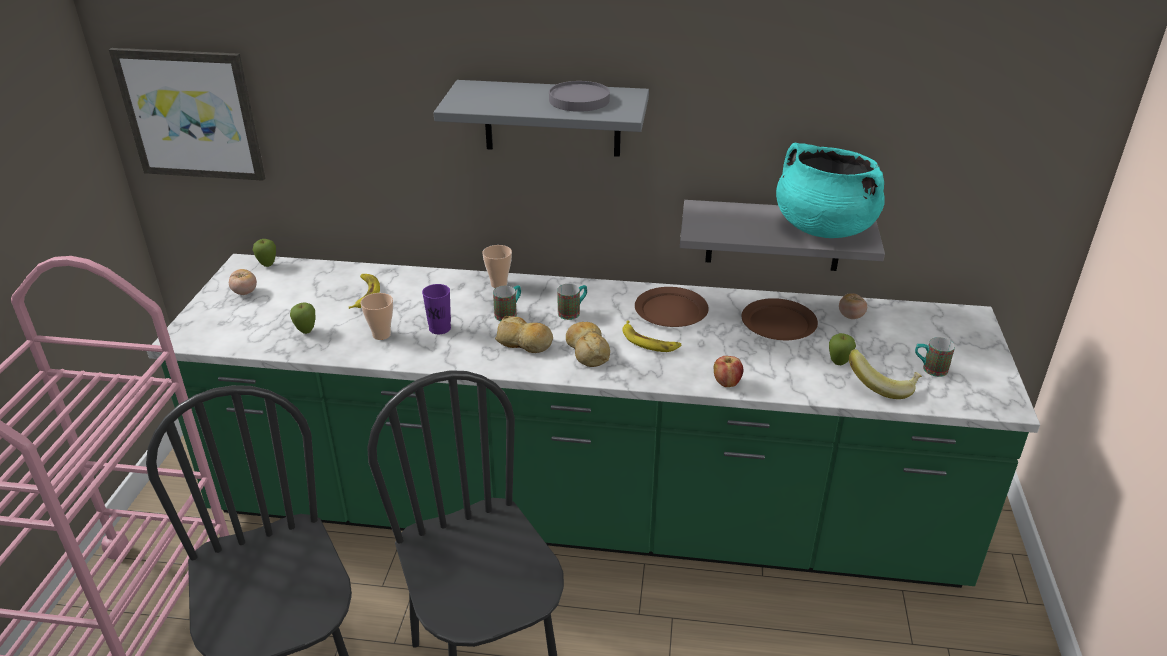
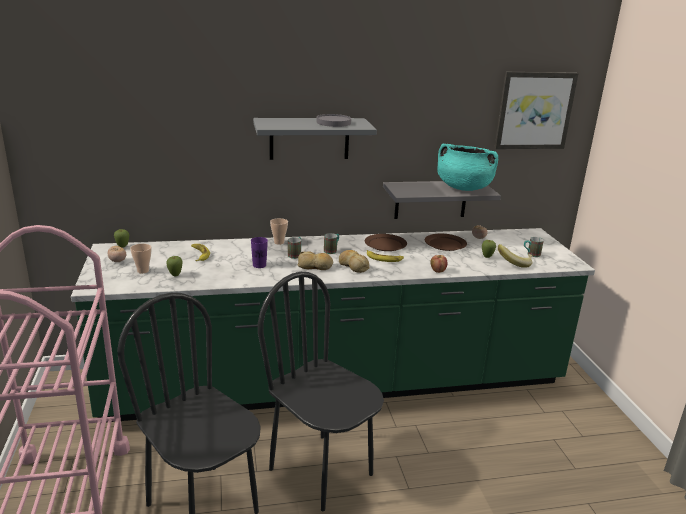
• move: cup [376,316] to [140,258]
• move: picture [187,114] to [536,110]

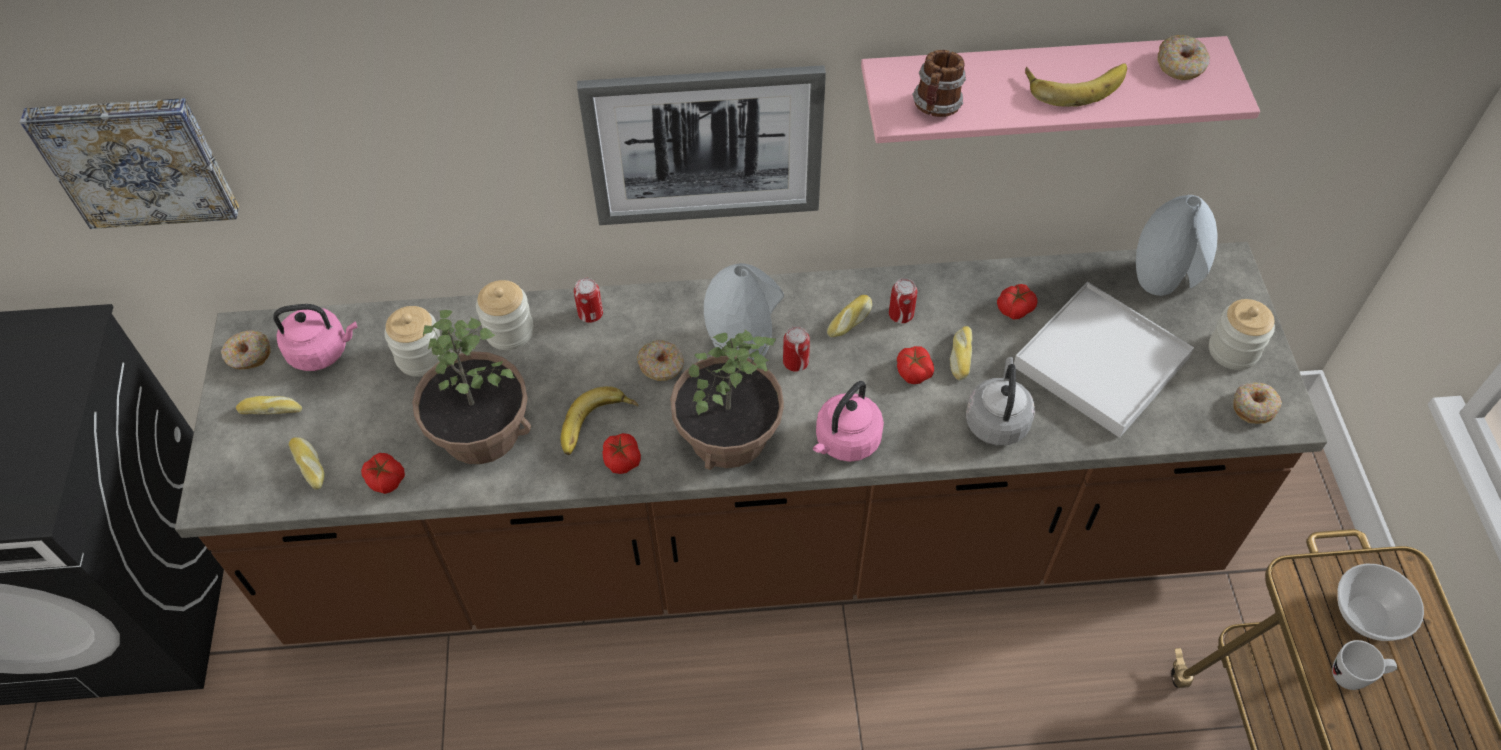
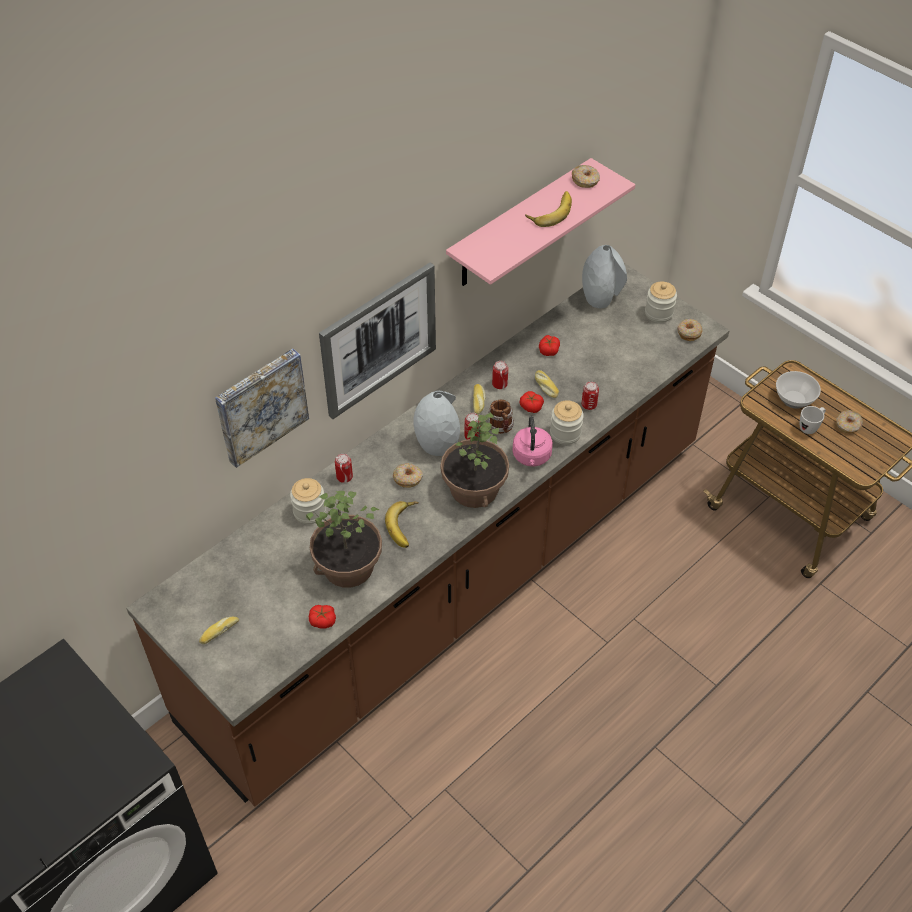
• move: picture [129,163] to [262,408]
• move: mug [939,83] to [500,417]
• move: jar [412,341] to [567,423]
• replace: grey_kettle [1000,401] to can [590,395]
• move: donut [245,349] to [849,421]
• delete: pink_kettle [315,337]
• delete: bread [307,463]
• delete: tomato [622,453]
• delete: white_tray [1104,360]

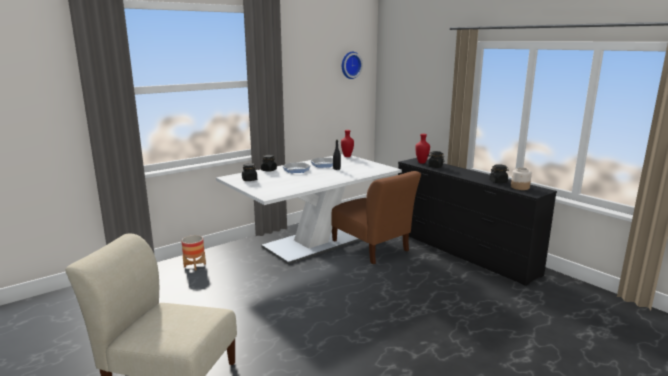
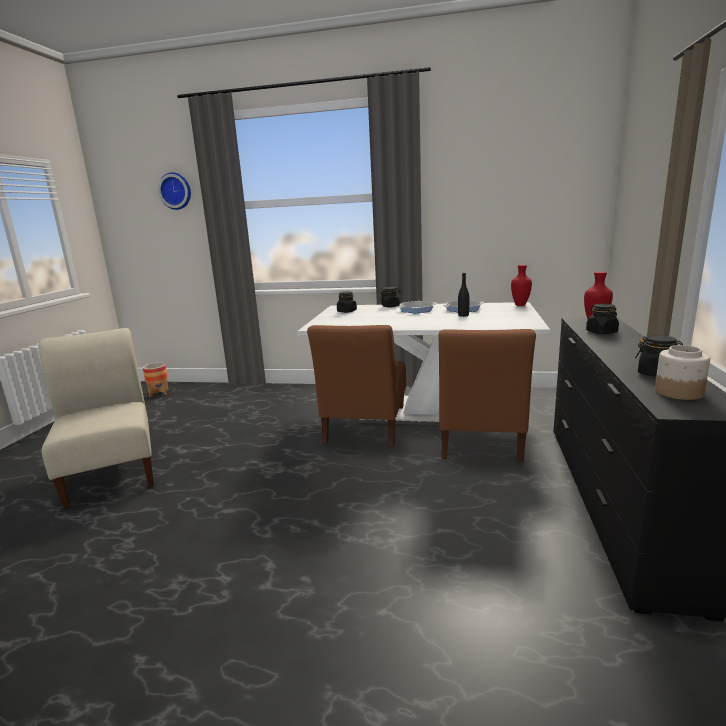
• move: planter [194,252] to [156,379]
• move: wall_clock [352,65] to [174,191]
• insert: brown_chair [356,386]

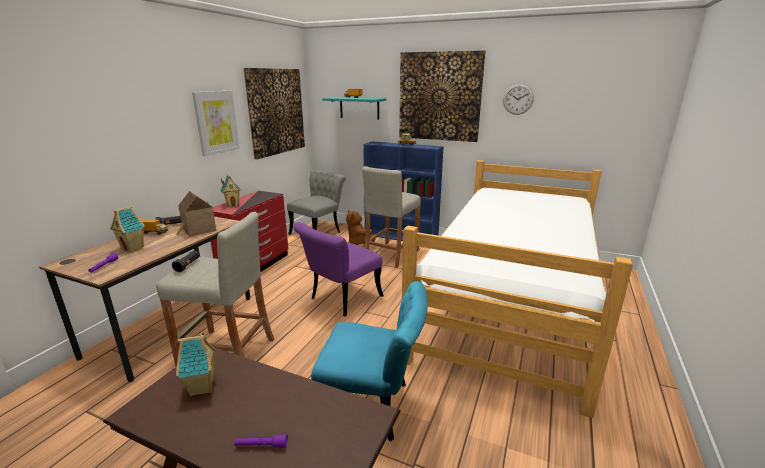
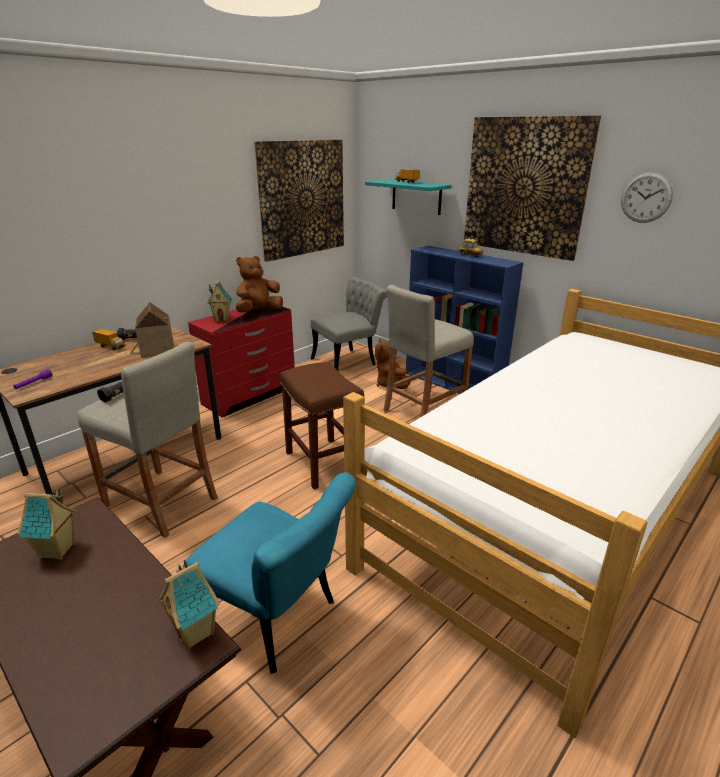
• move: toy_house [127,229] to [189,604]
• insert: brown_plush_toy [259,284]
• replace: purple_chair [338,269] to brown_stool [322,425]
• delete: picture [216,123]
• delete: purple_flashlight [261,441]

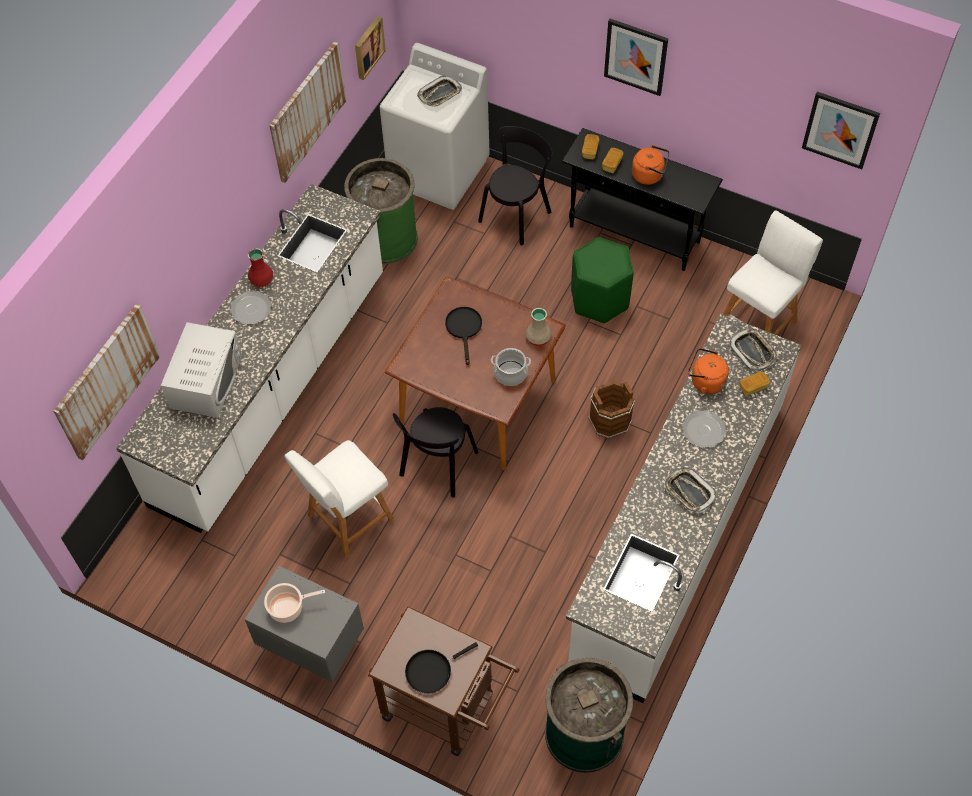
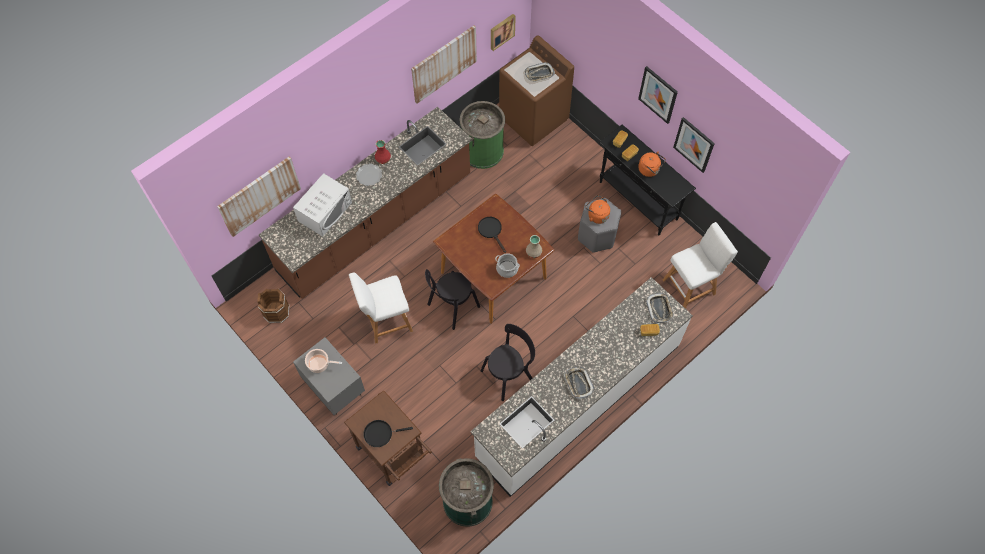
• move: brown_bucket [611,409] to [273,306]
• recolor: white_counter [249,358] to brown_counter [365,203]
• rotate: black_frying_pan [463,336] = [492,235] 45 degrees counterclockwise
• move: black_chair [515,185] to [508,362]
• recolor: white_washing_machine [434,126] to brown_washing_machine [536,90]
• recolor: green_stool [602,280] to grey_stool [599,225]
• move: orange_kettle [708,371] to [597,209]
• move: picture [841,130] to [694,145]
• delete: plate [704,429]

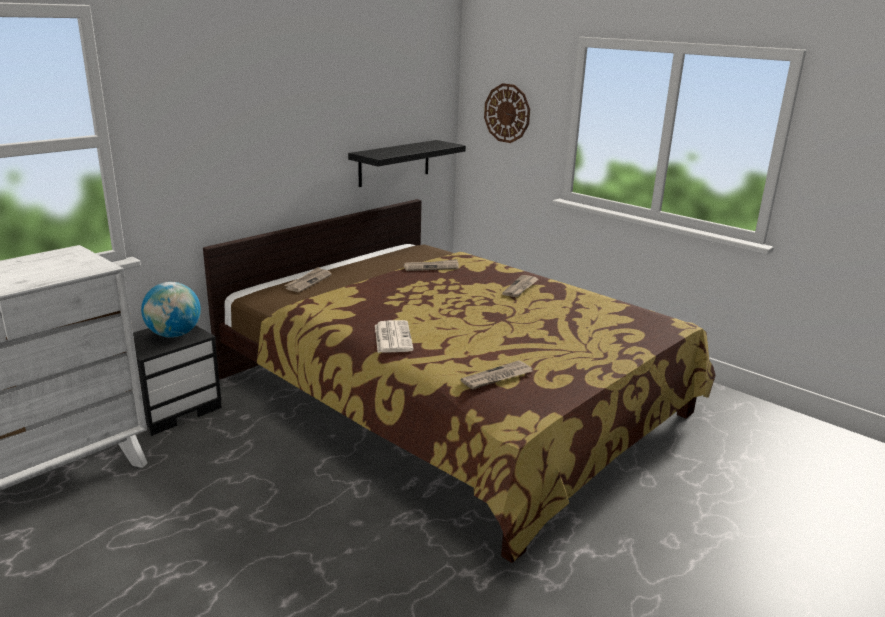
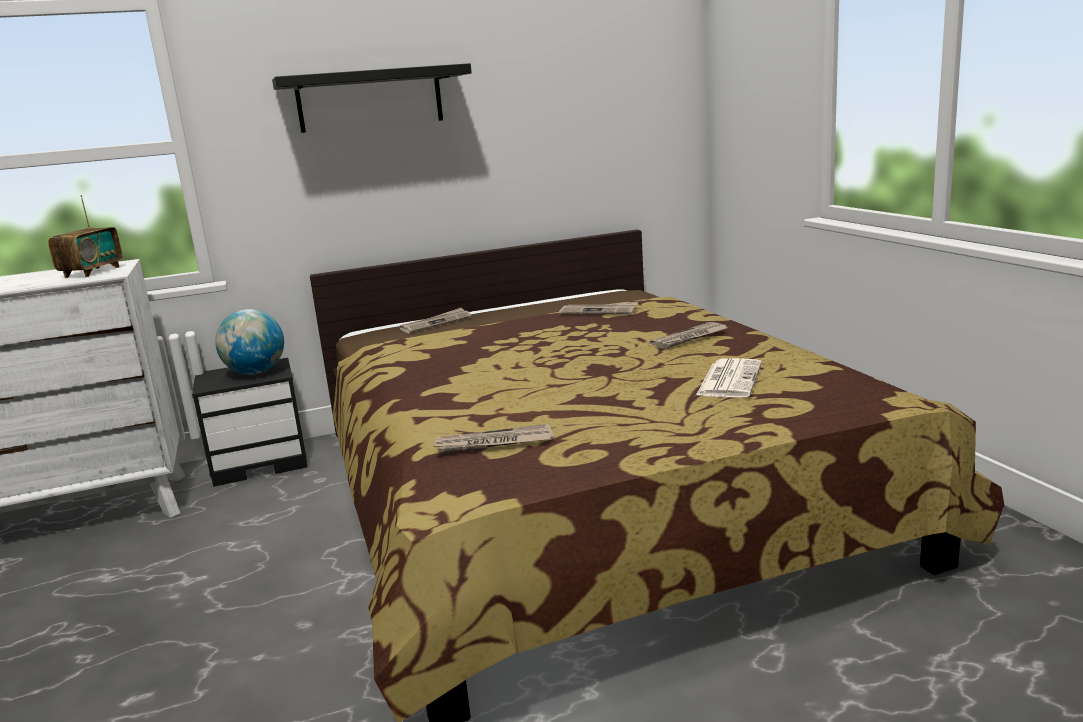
• insert: radio [85,236]
• move: black_shelf [407,163] to [372,98]
• move: newspaper [394,336] to [729,378]
• delete: wall_clock [507,113]

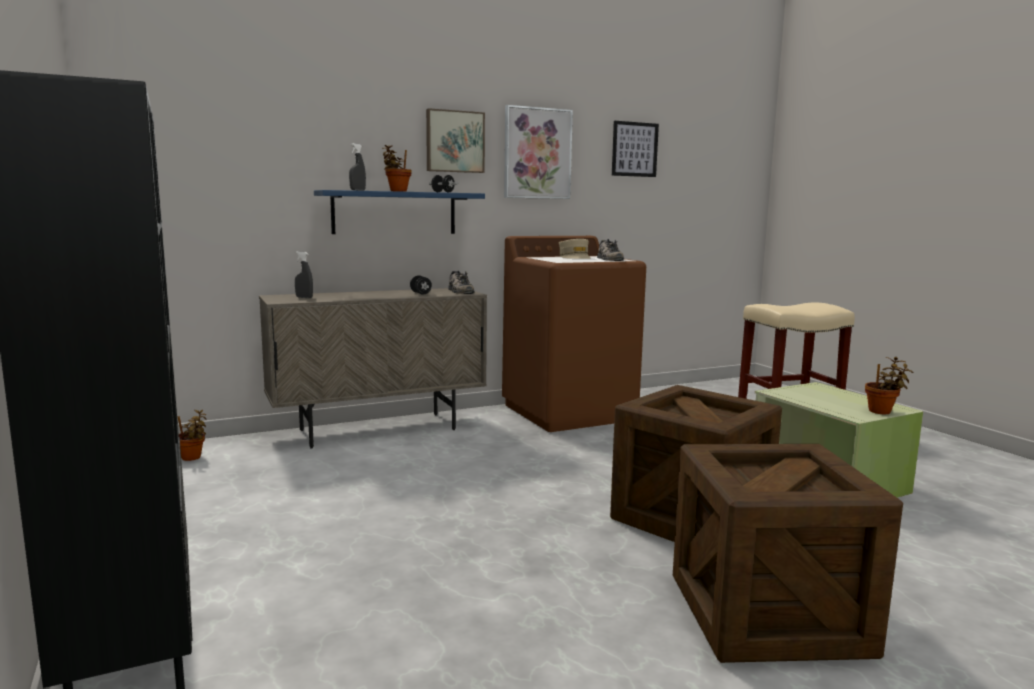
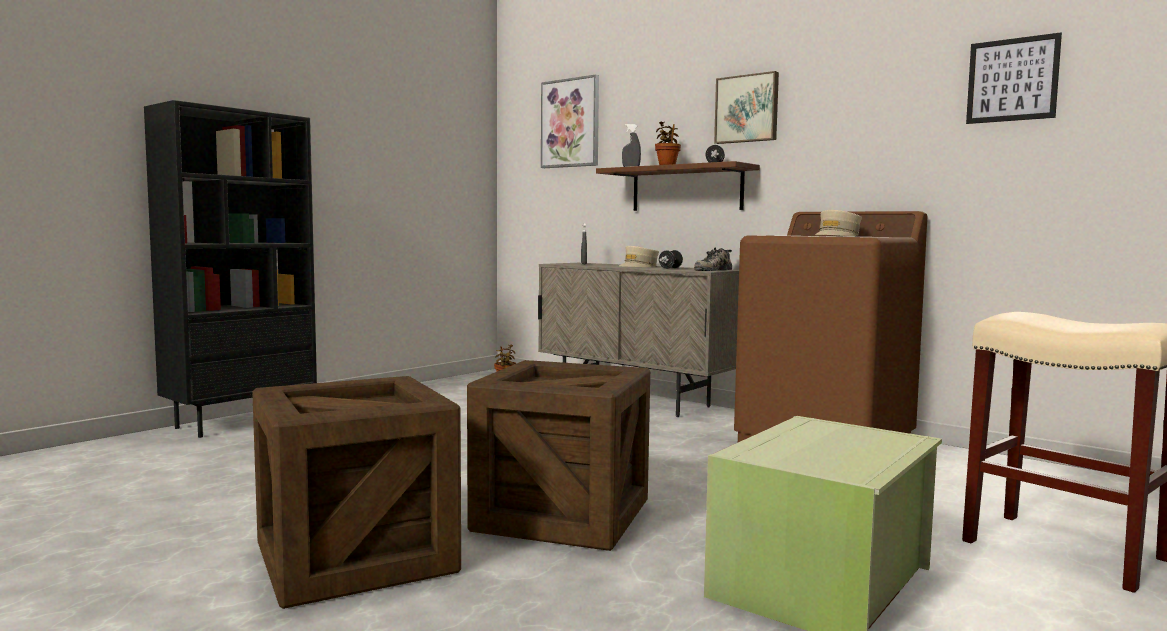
• move: picture [538,152] to [570,121]
• recolor: blue_shelf [399,212] to brown_shelf [678,186]
• insert: beige_cap [639,256]
• delete: shoe [610,250]
• delete: potted_plant [889,385]

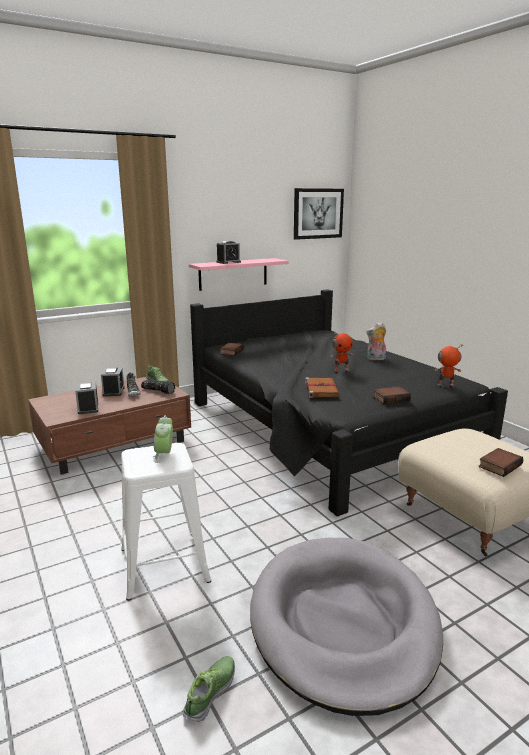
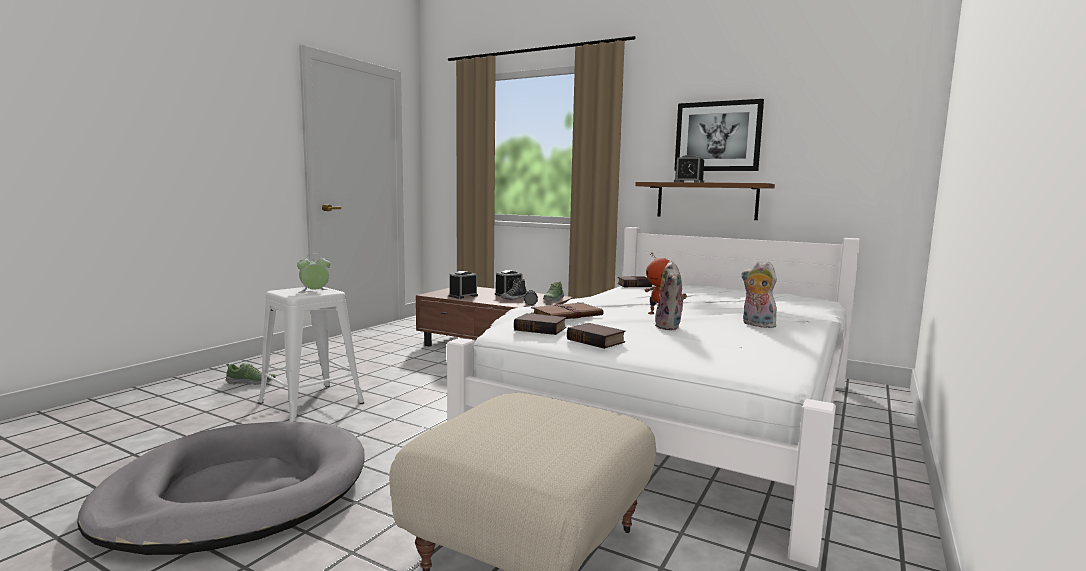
• move: shoe [209,689] to [251,374]
• recolor: black_bed [349,403] to white_bed [653,397]
• move: book [500,462] to [540,324]
• recolor: pink_shelf [239,274] to brown_shelf [705,201]
• insert: plush_toy [670,295]
• move: picture [319,214] to [719,135]
• delete: toy_robot [449,365]

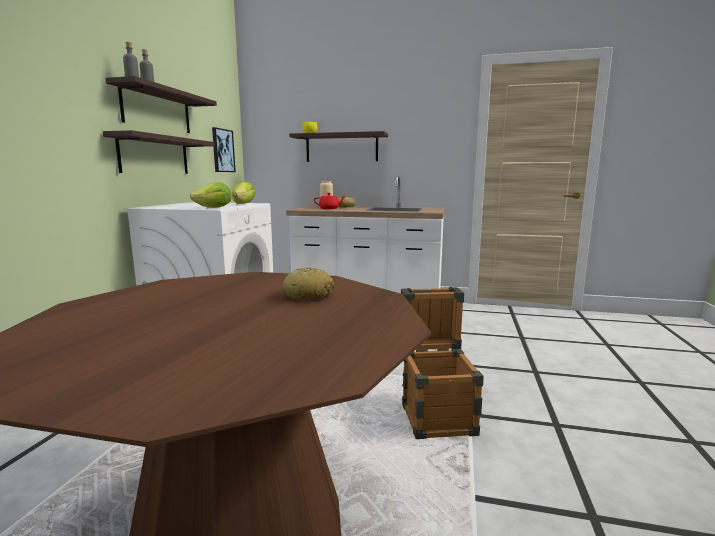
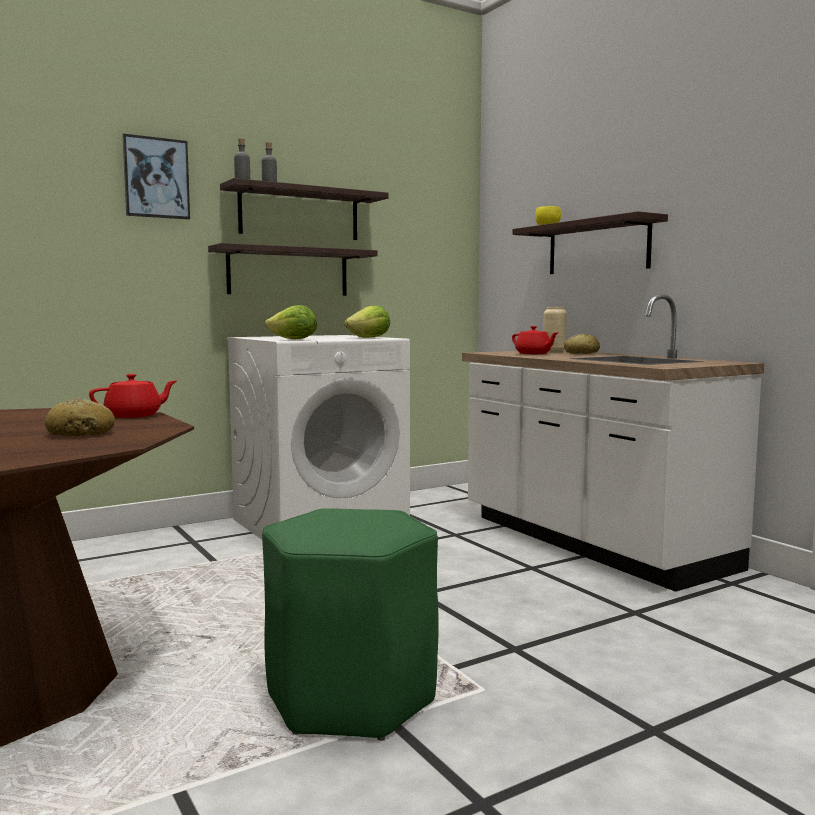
• insert: red_teapot [133,396]
• move: picture [224,149] to [156,177]
• replace: crate [442,363] to green_stool [350,624]

